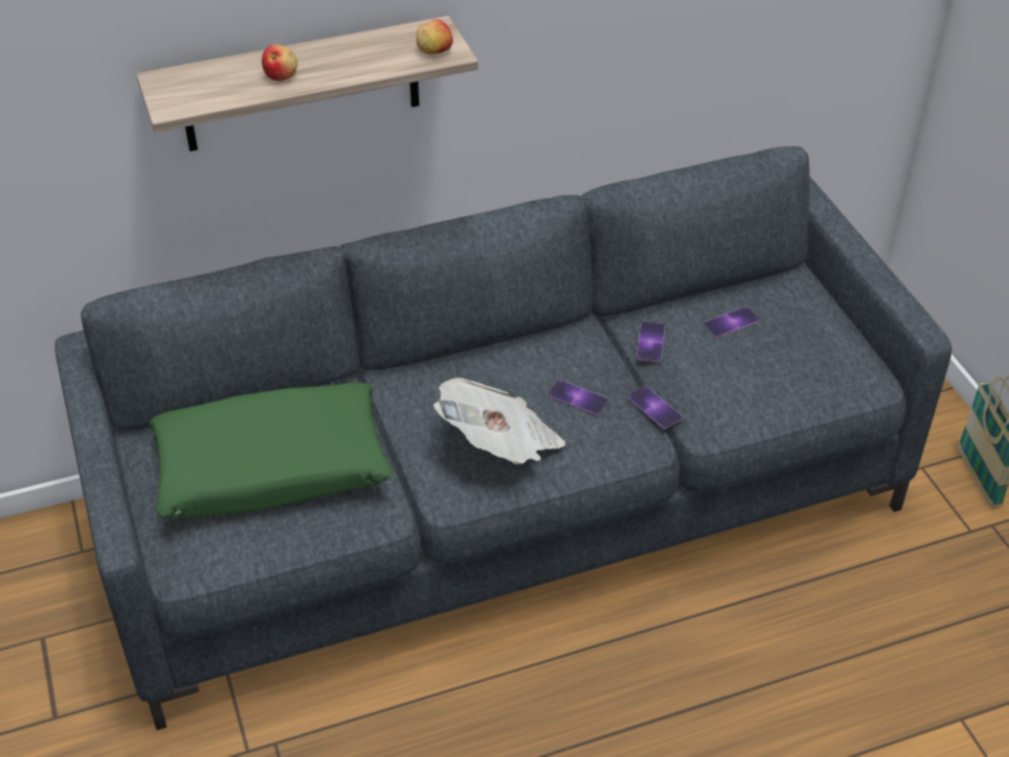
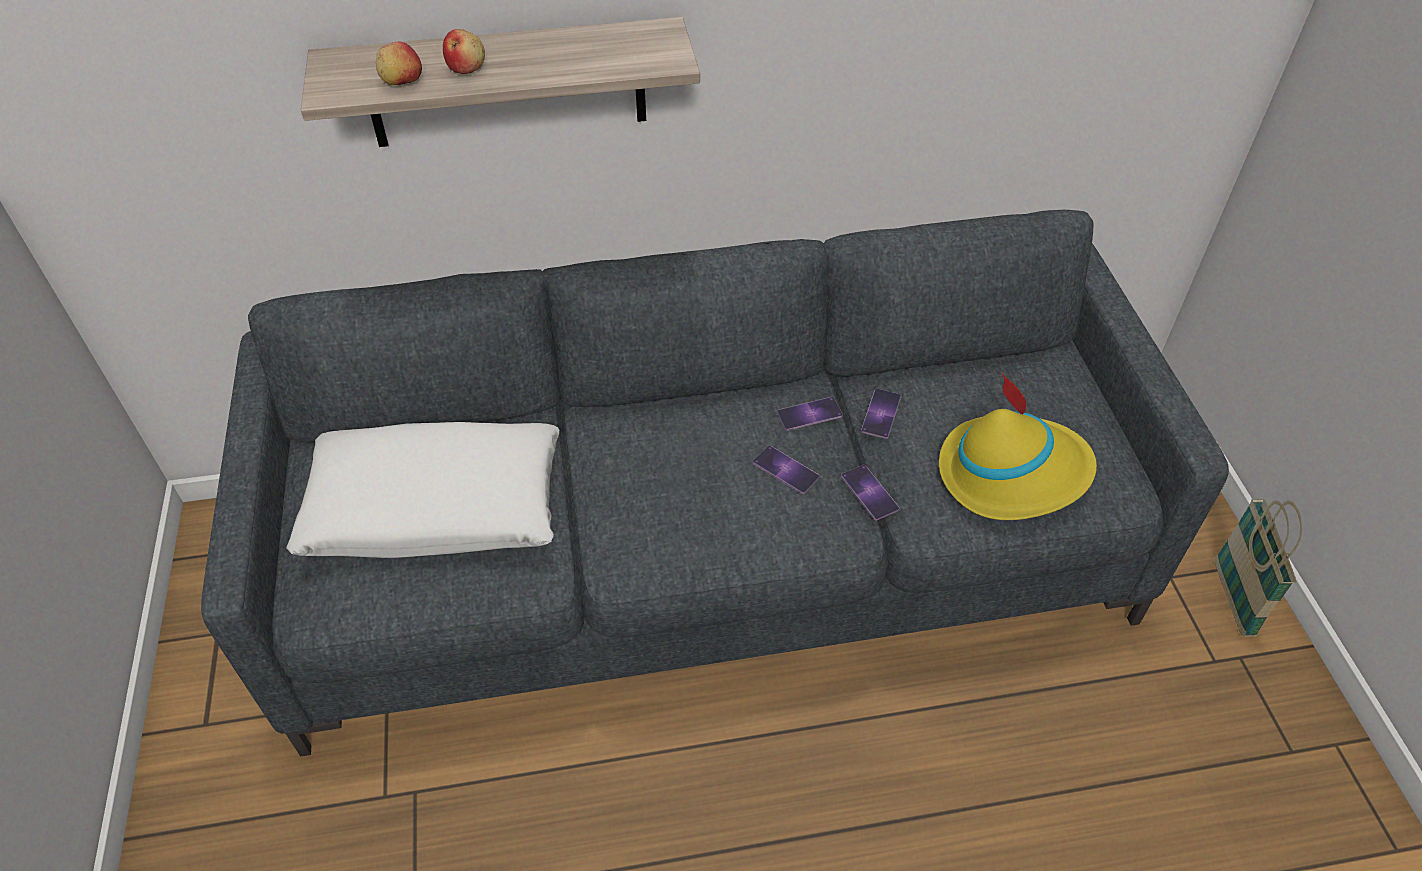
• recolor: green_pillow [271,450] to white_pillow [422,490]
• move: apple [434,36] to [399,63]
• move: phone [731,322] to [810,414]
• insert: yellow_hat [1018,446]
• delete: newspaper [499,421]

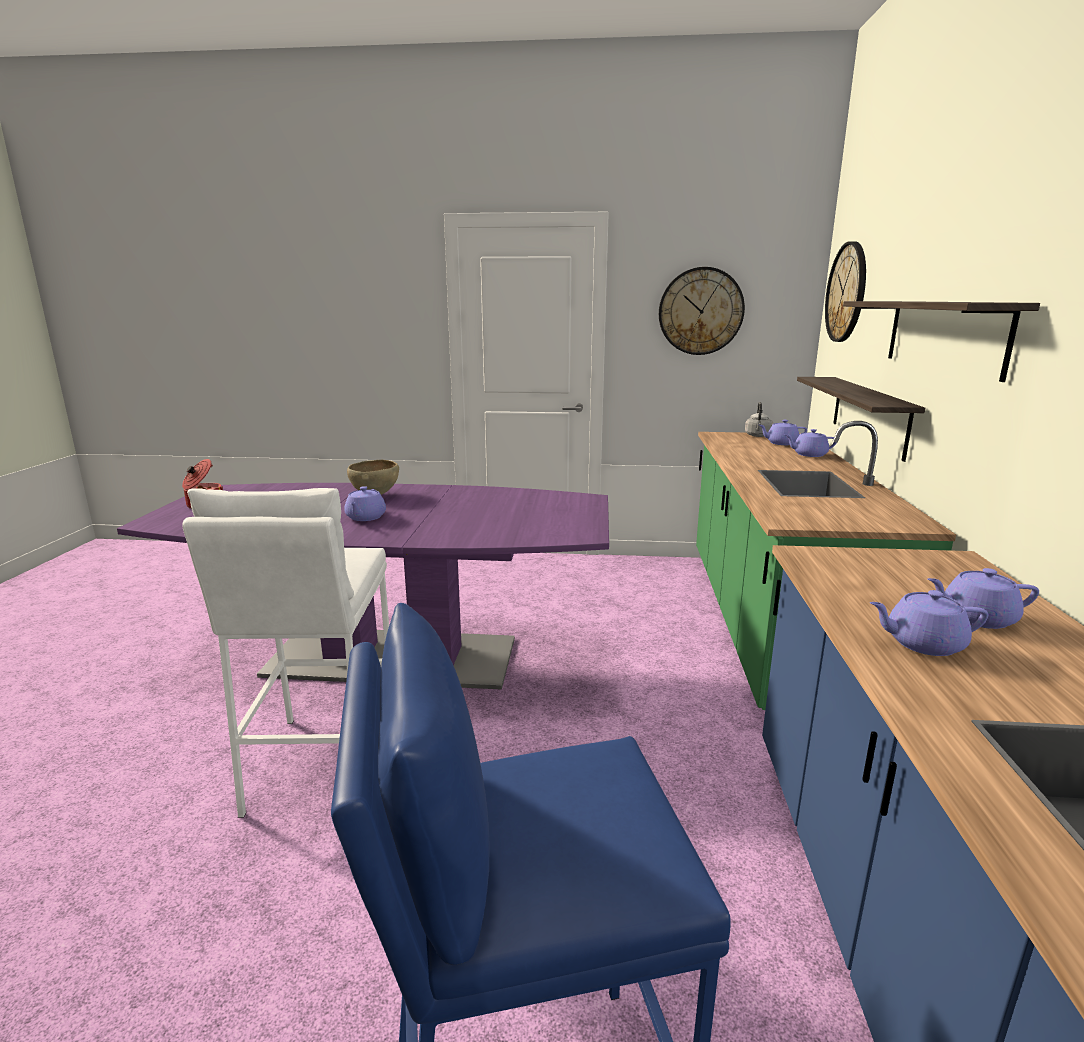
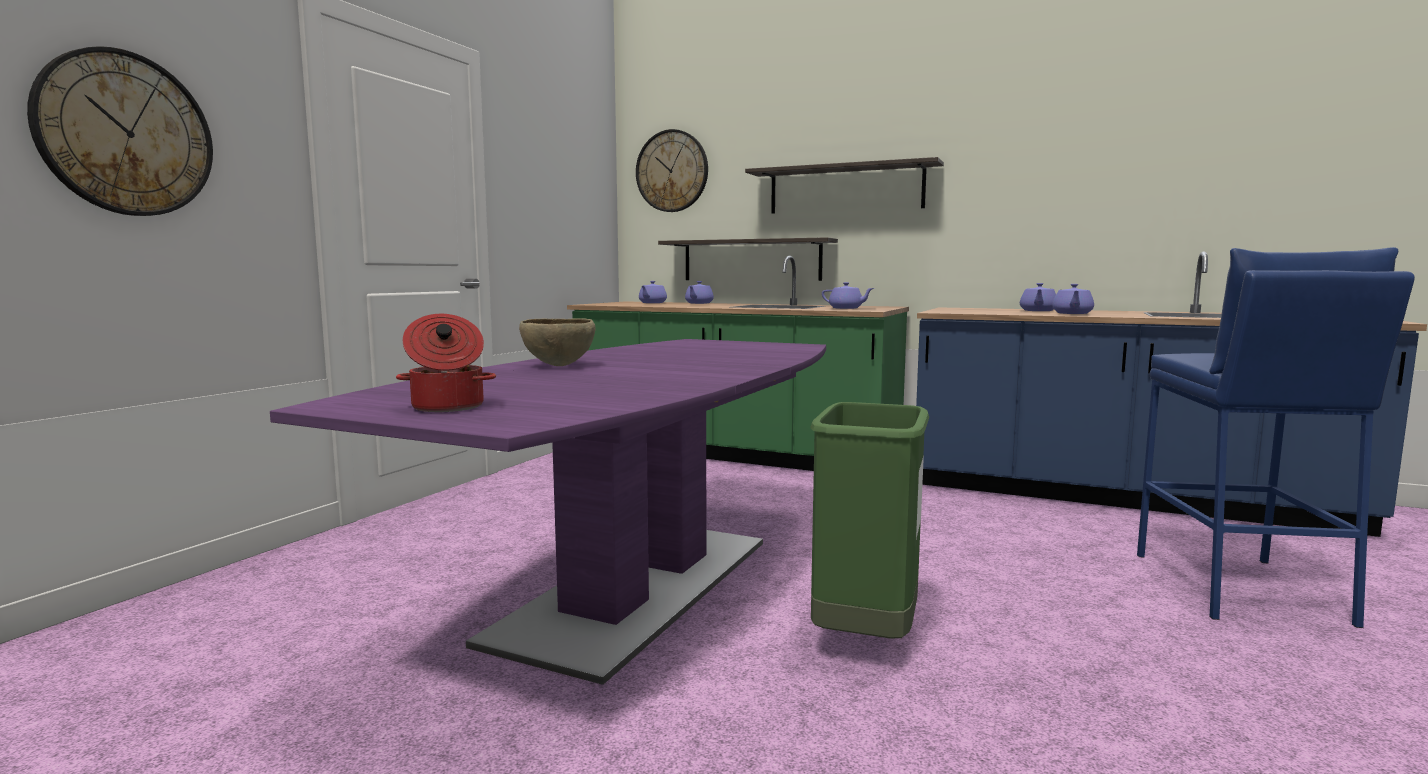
• move: wall_clock [702,311] to [120,131]
• replace: white_stool [285,653] to green_trash_can [869,520]
• move: purple_teapot [365,503] to [848,295]
• delete: grey_kettle [759,419]

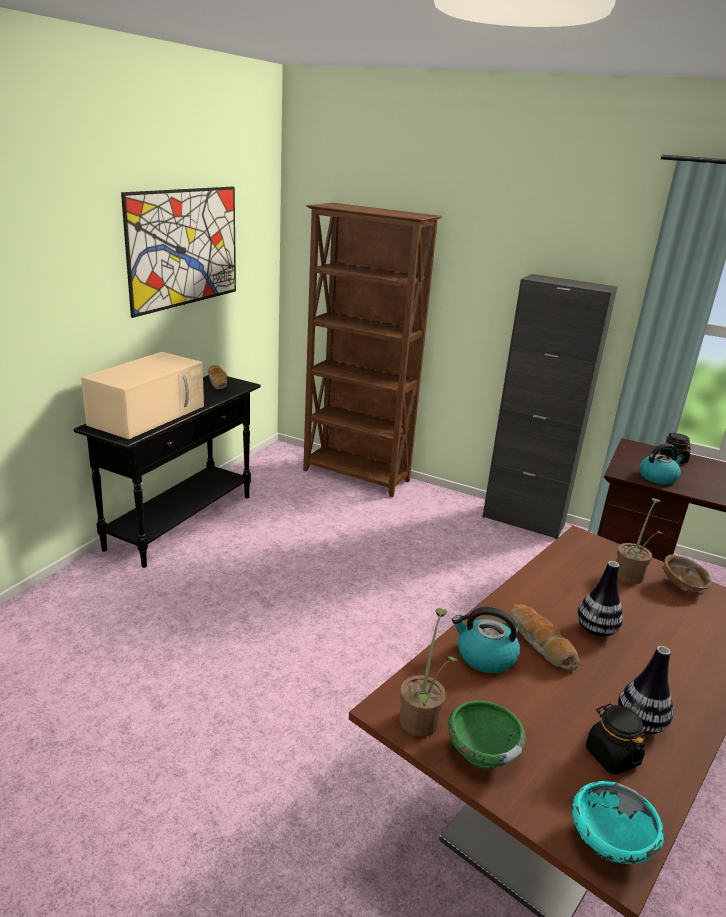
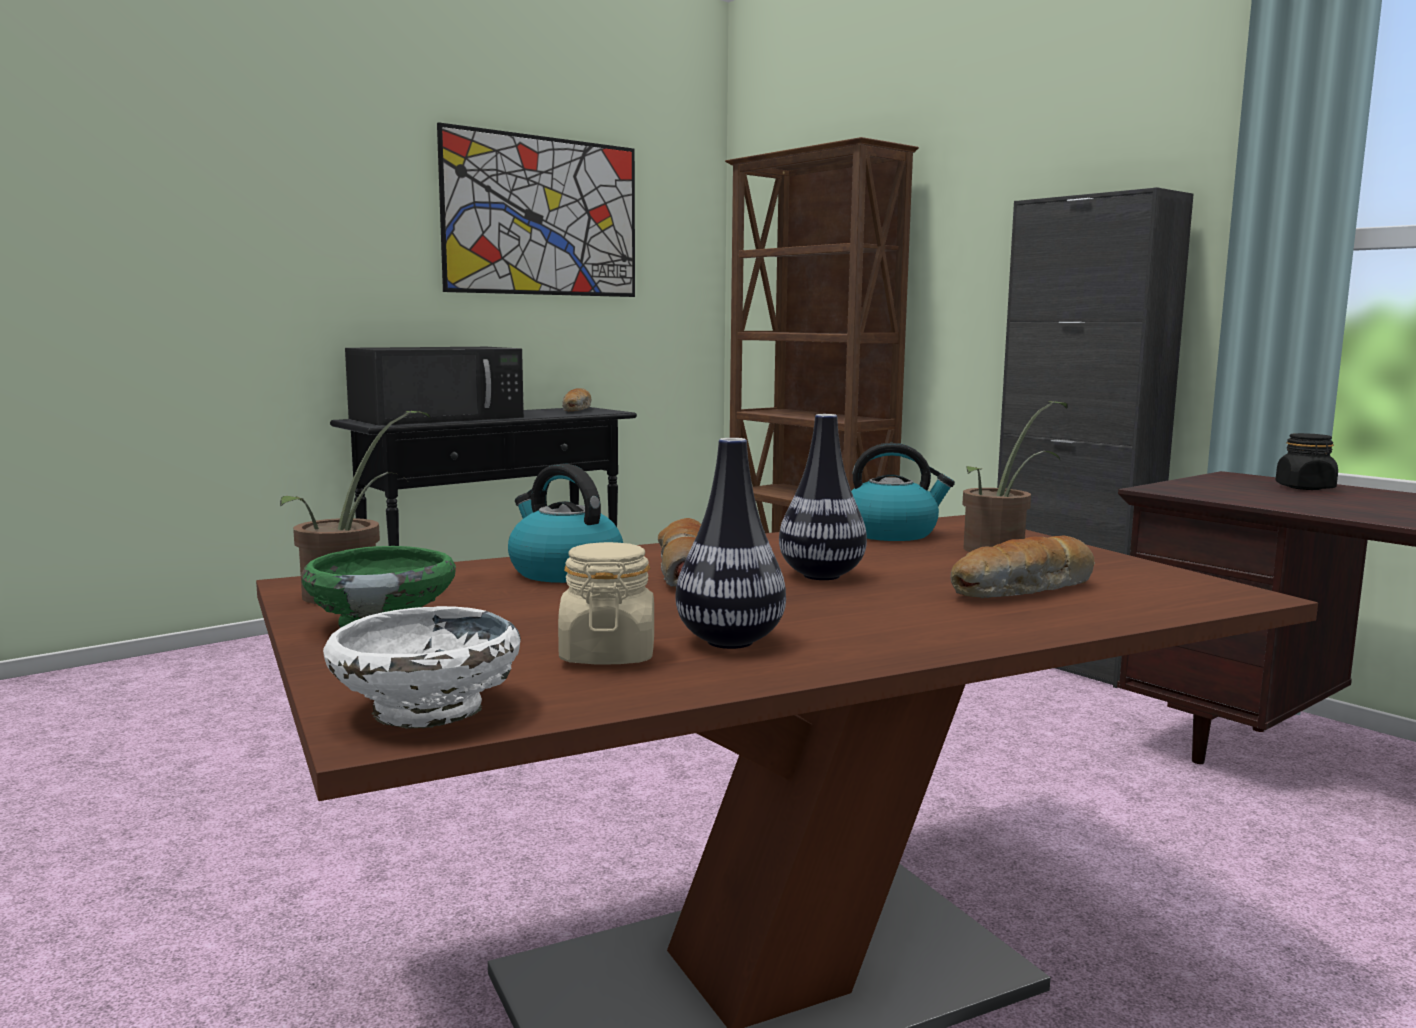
• recolor: turquoise_bowl [618,822] to white_bowl [422,667]
• recolor: beige_microwave [142,395] to black_microwave [434,386]
• recolor: black_jar [615,739] to beige_jar [606,603]
• move: kettle [662,464] to [903,492]
• insert: bread [1023,566]
• delete: brown_bowl [687,573]

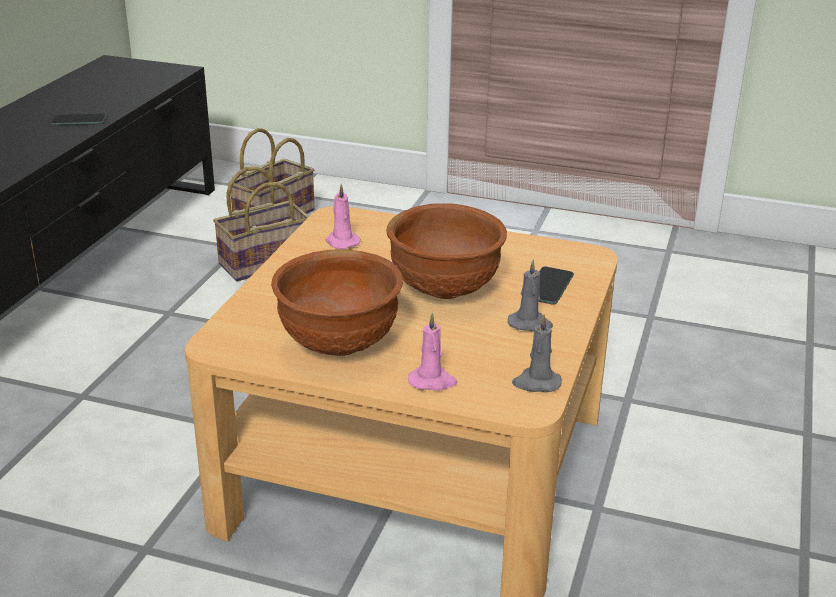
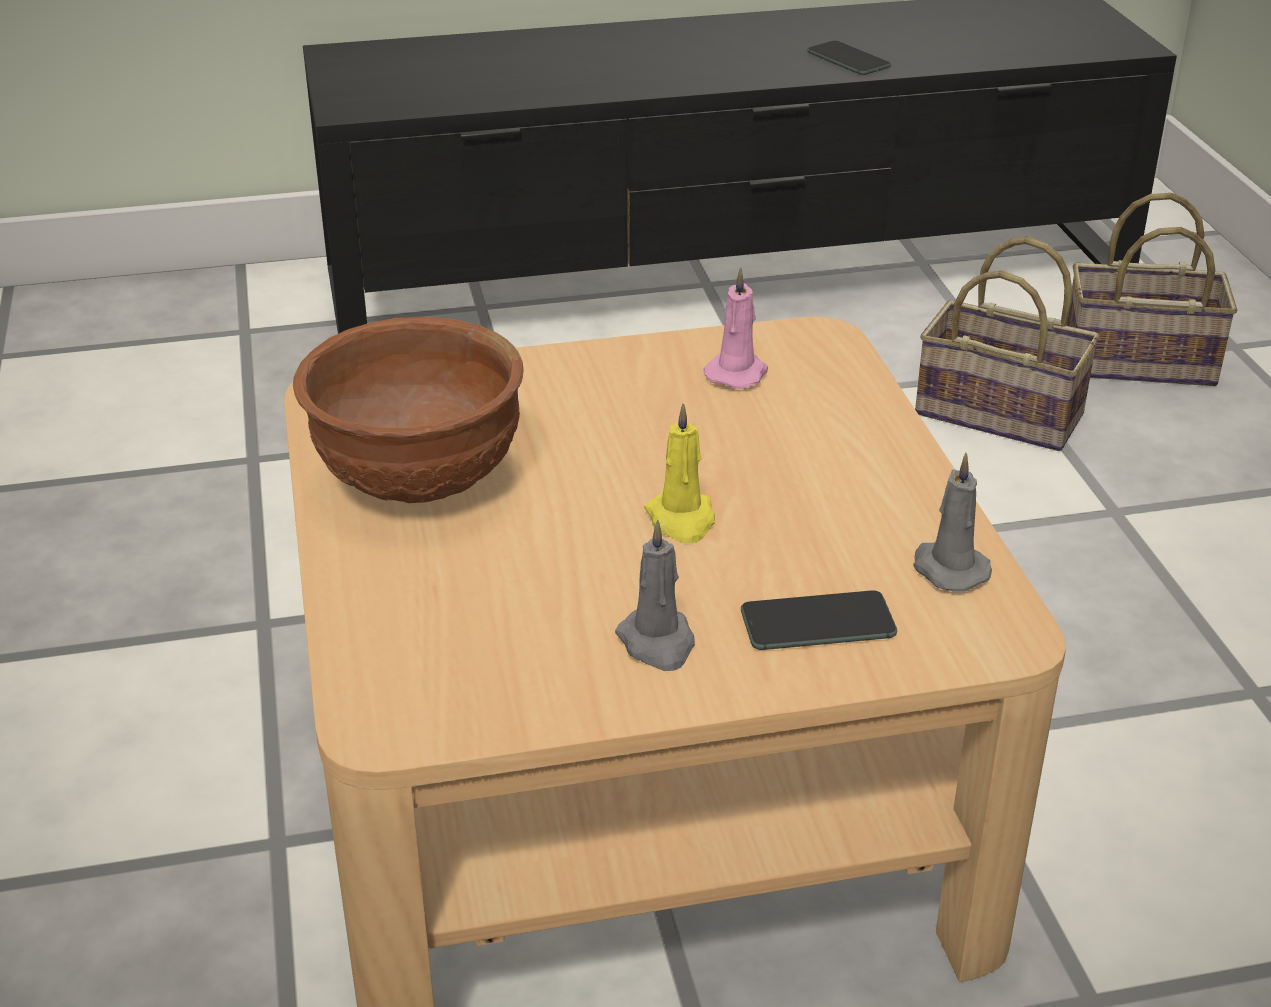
• replace: brown_bowl [446,251] to yellow_candle [679,473]
• move: grey_candle [537,353] to [952,522]
• delete: pink_candle [433,351]

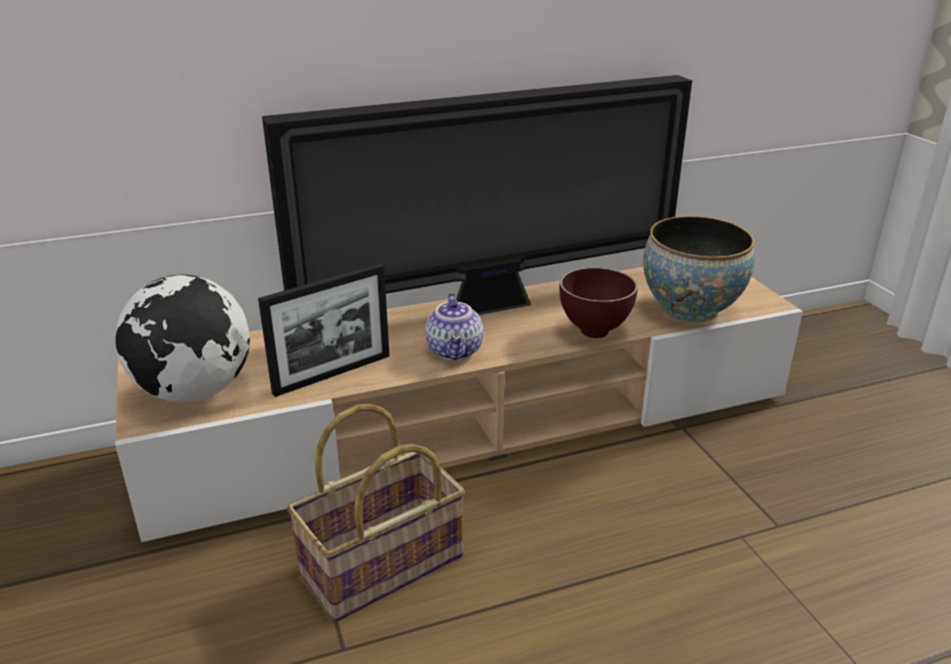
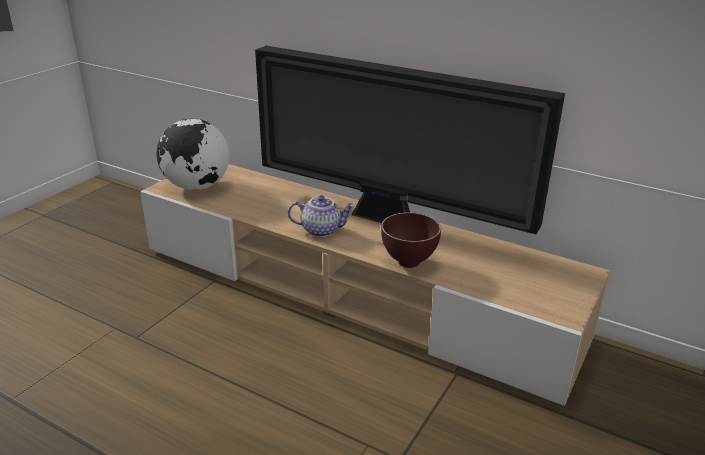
• rotate: teapot [454,326] = [321,216] 135 degrees counterclockwise
• delete: picture_frame [324,330]
• delete: basket [376,513]
• delete: bowl [699,269]

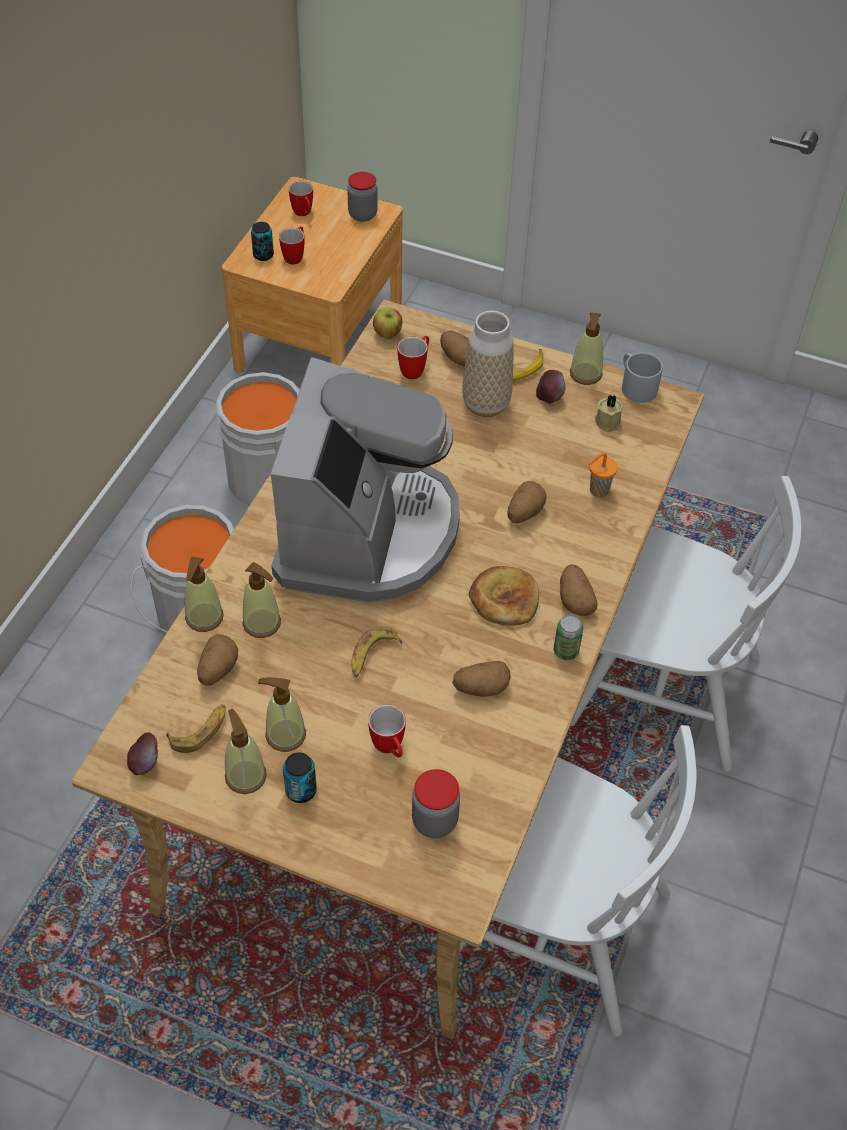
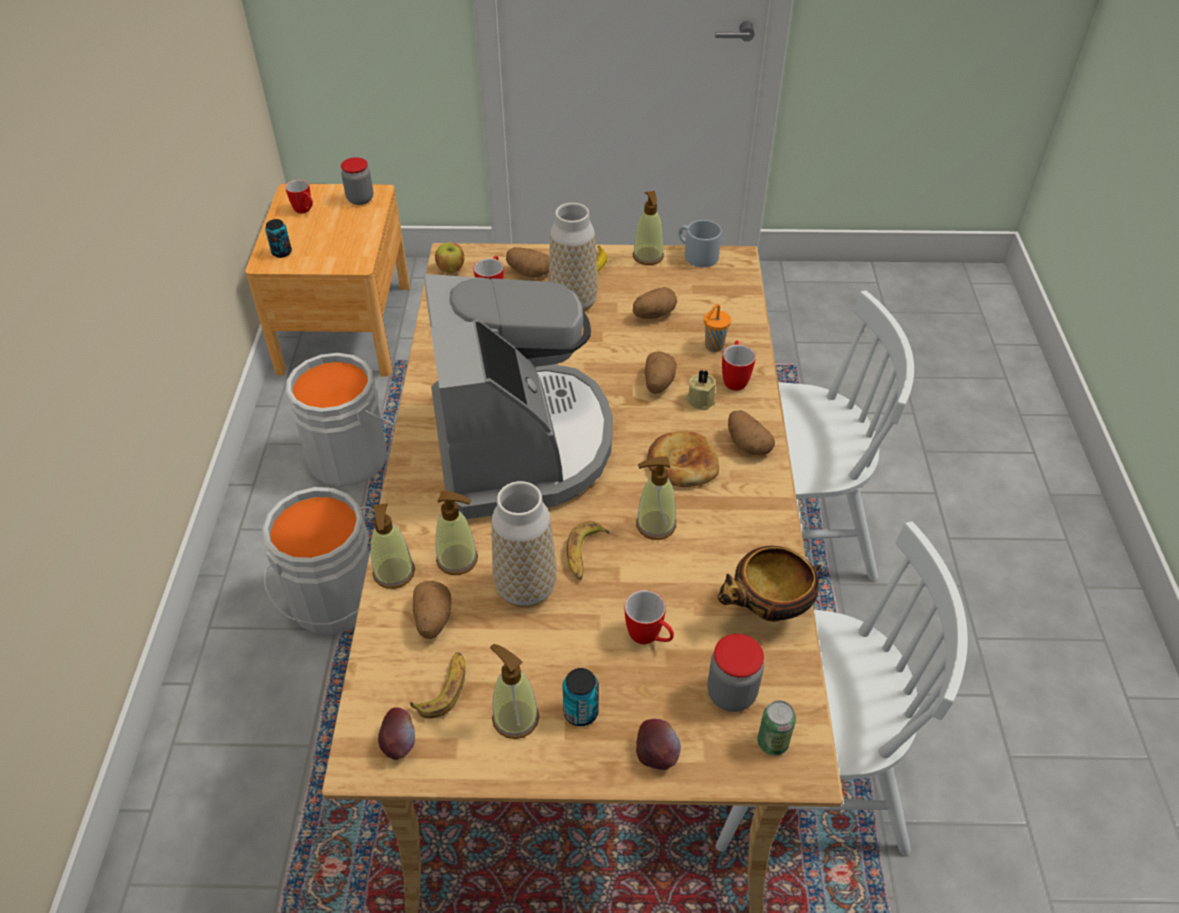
• insert: vase [524,544]
• move: potato [481,679] to [655,303]
• move: soap_dispenser [282,714] to [656,498]
• move: apple [551,387] to [658,744]
• move: beige_candle [608,413] to [701,389]
• insert: bowl [769,584]
• move: mug [292,245] to [739,366]
• move: can [568,637] to [776,728]

